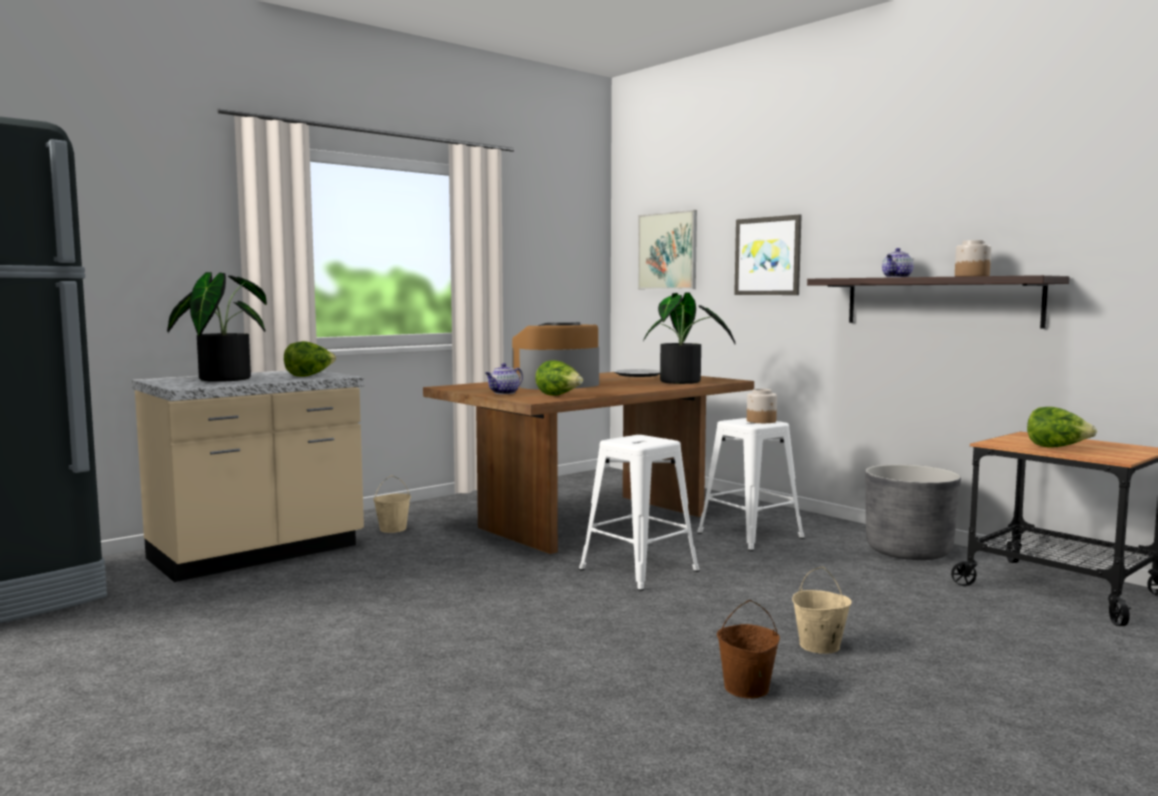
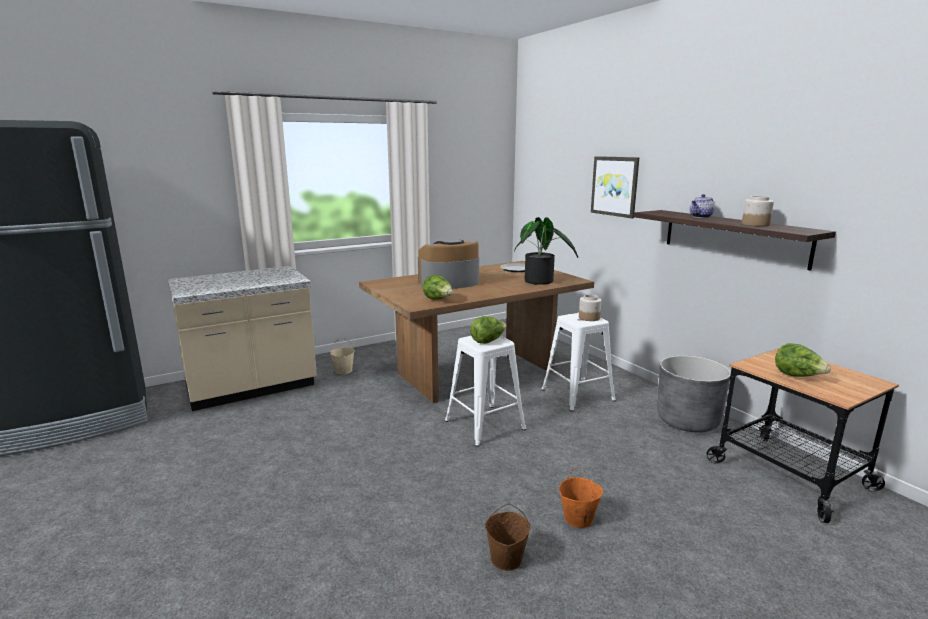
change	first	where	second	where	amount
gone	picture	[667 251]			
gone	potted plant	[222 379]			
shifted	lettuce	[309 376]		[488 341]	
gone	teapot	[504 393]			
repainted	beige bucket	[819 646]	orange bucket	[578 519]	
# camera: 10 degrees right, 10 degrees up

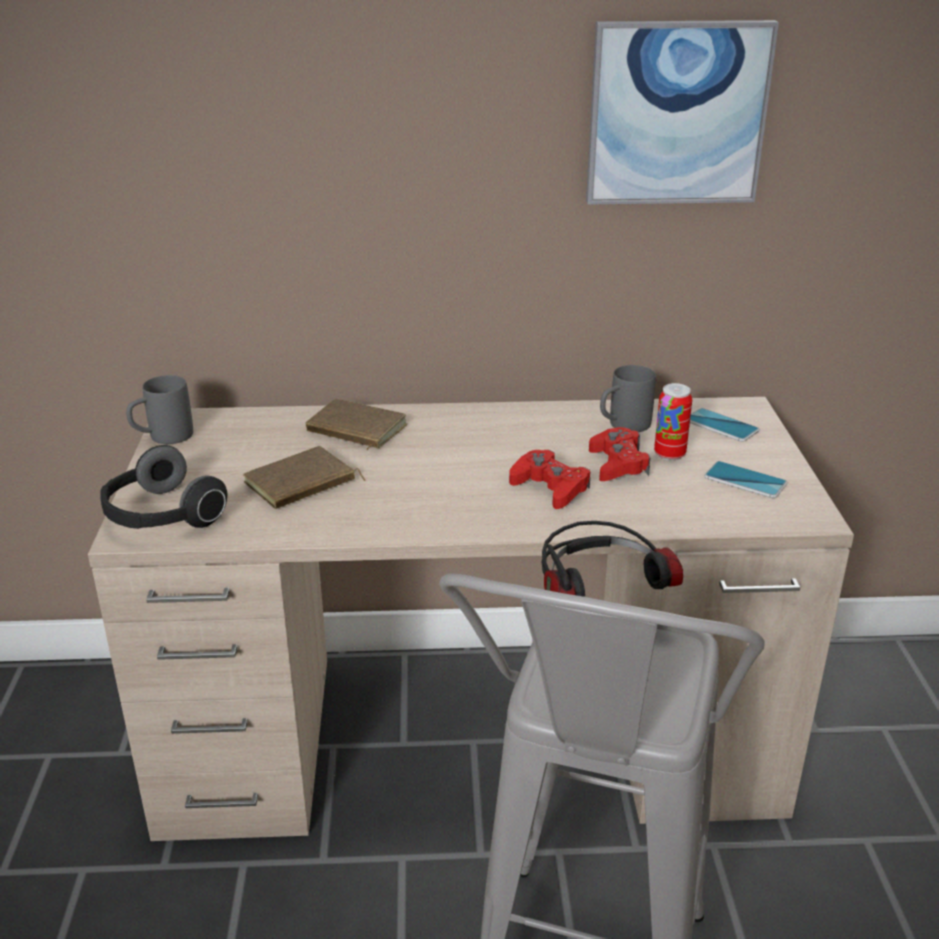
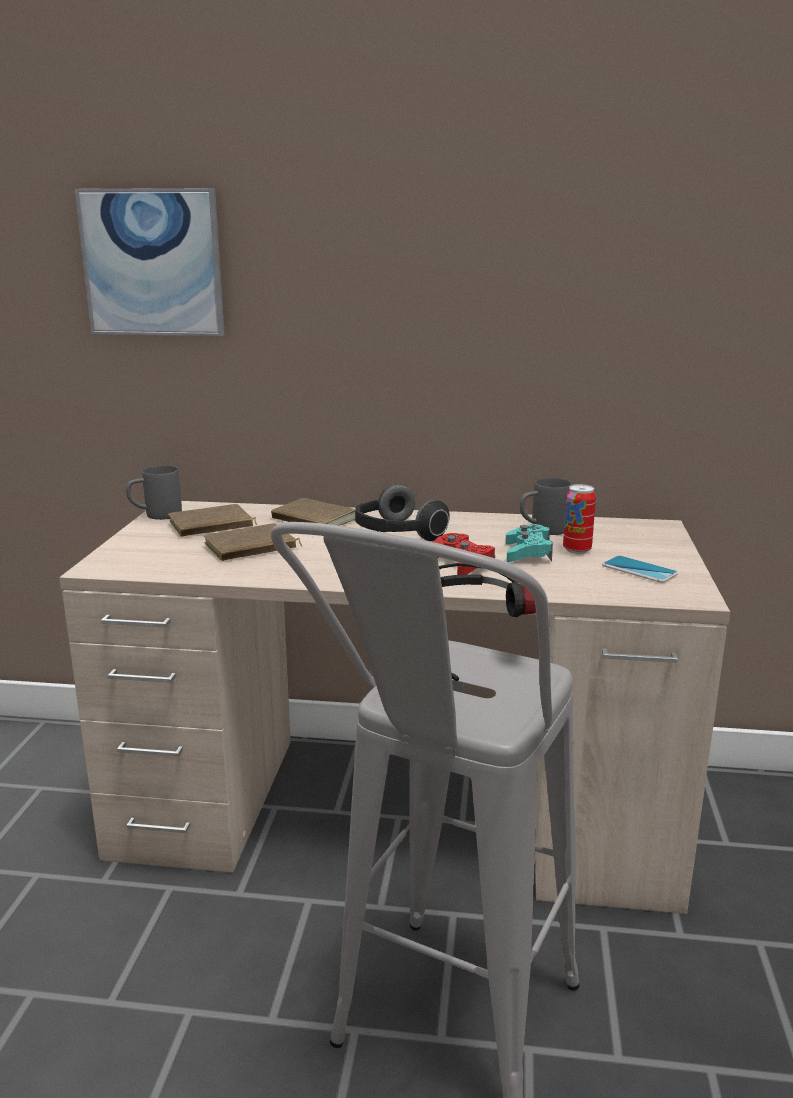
change	first	where	second	where	amount
shifted	picture	[677 114]		[153 263]	
gone	phone	[721 426]			
repainted	red game controller	[618 464]	turquoise game controller	[527 553]	
shifted	headphones	[161 517]		[396 534]	
new			brown book	[211 526]	
# camera: 10 degrees right, 10 degrees down

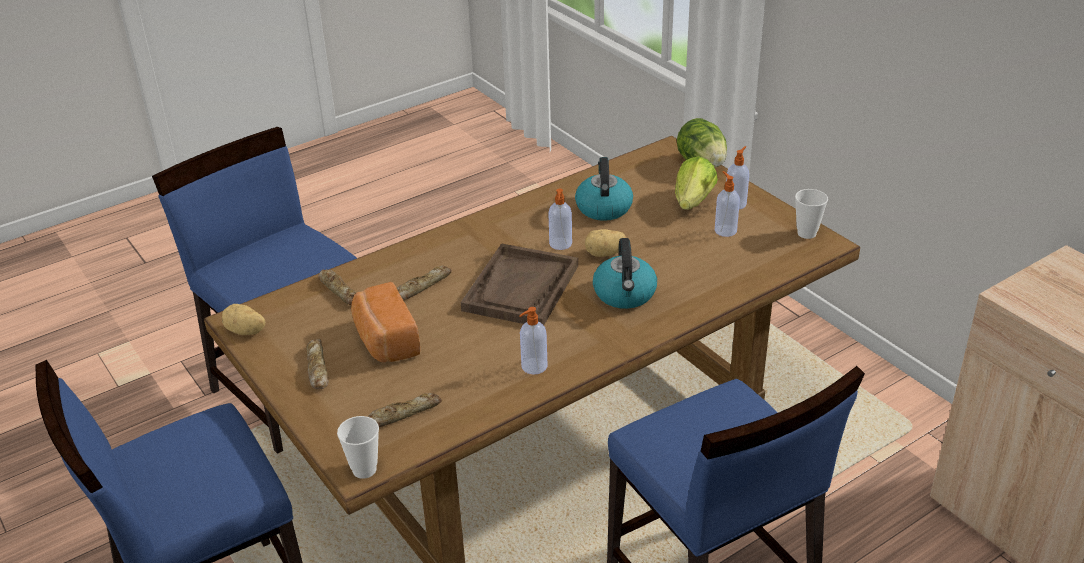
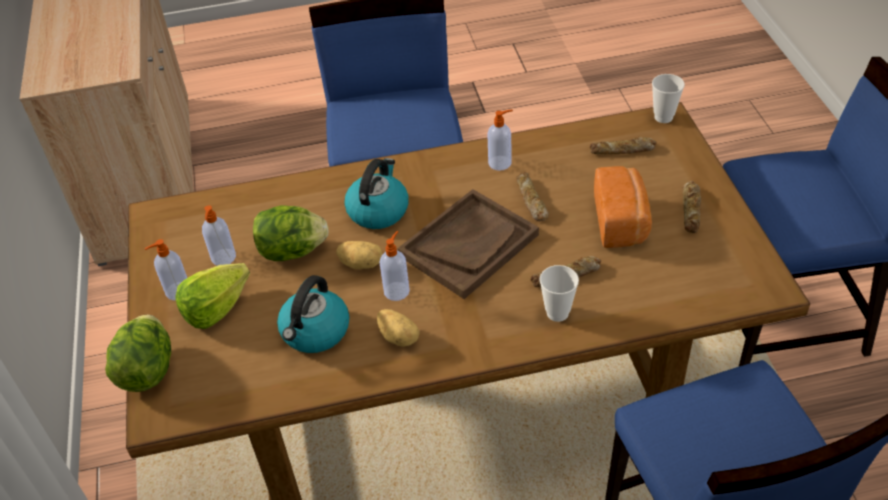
change	first	where	second	where	amount
shifted	cup	[806 233]		[557 313]	
shifted	bread	[340 291]		[530 200]	
shifted	potato	[245 332]		[399 337]	
new			lettuce	[292 251]	
# camera: 155 degrees left, 10 degrees up

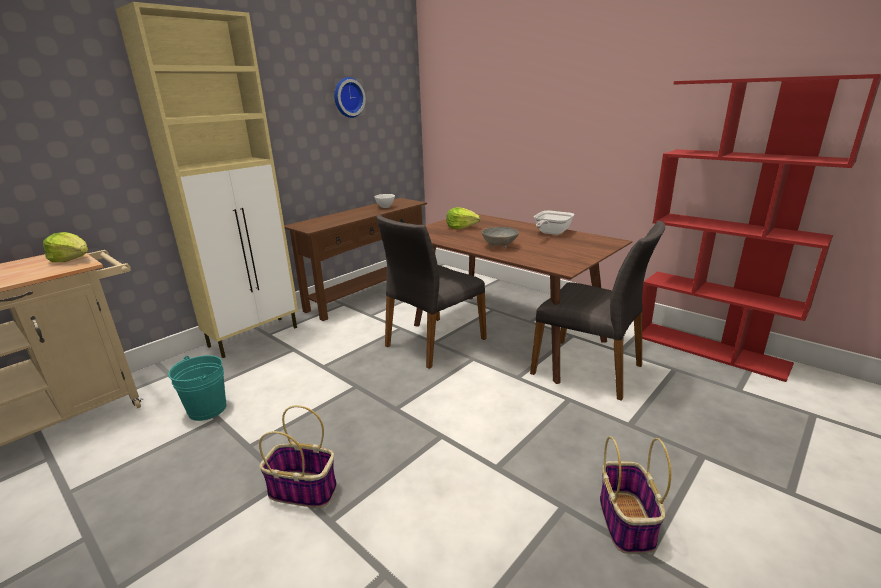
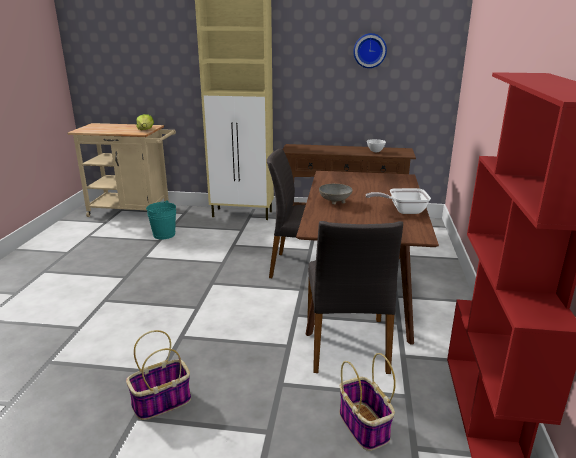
change	first	where	second	where	amount
gone	lettuce	[461 227]			
shifted	basket	[304 490]		[364 426]	
# camera: 55 degrees right, 0 degrees up

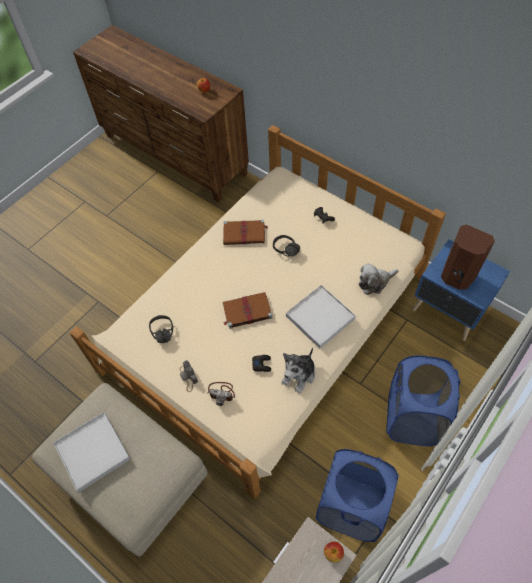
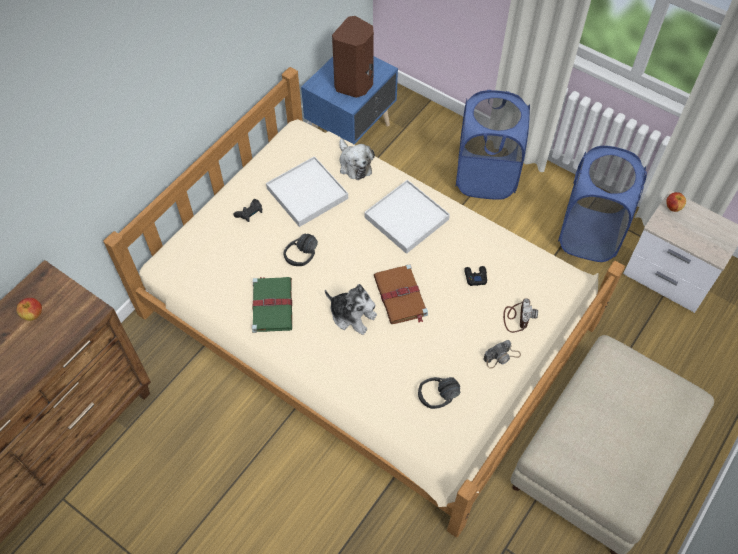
change	first	where	second	where	amount
repainted	brown book	[245 233]	green book	[272 304]	
shifted	plush toy	[299 375]		[352 315]	
shifted	white tray	[93 452]		[307 193]	
# camera: 95 degrees left, 0 degrees up

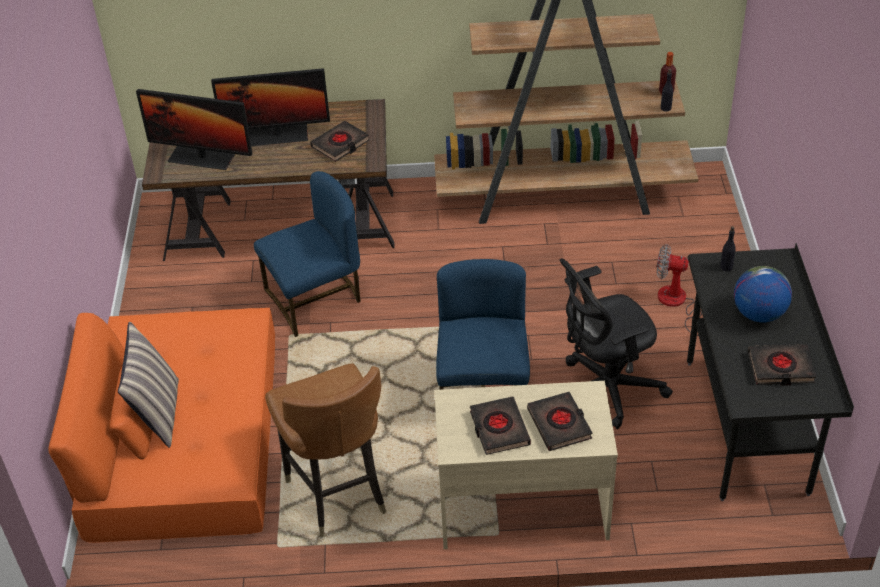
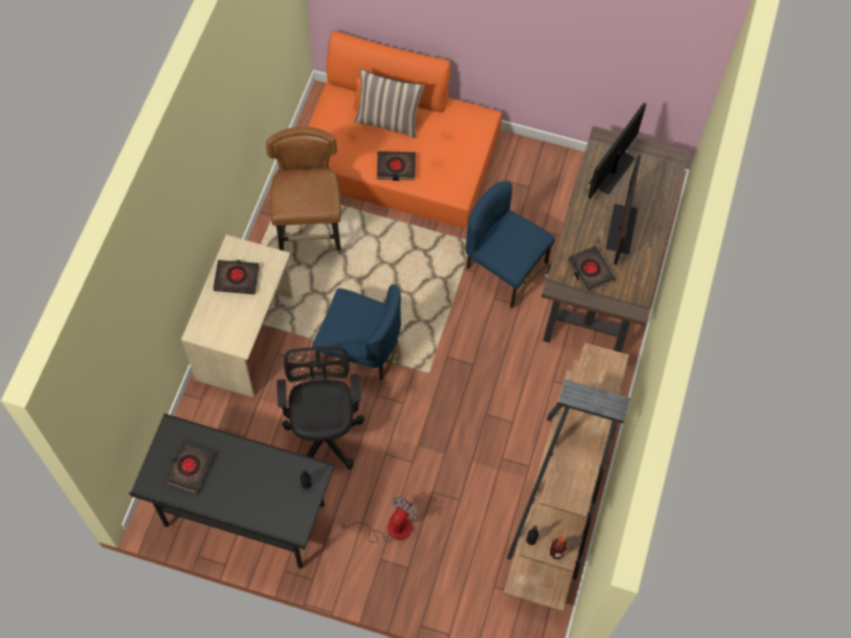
change	first	where	second	where	amount
rotated	blue chair	[315 299]		[504 268]	135 degrees clockwise
gone	globe	[758 314]			
rotated	brown chair	[337 493]		[310 233]	90 degrees clockwise
shifted	black book	[559 424]		[396 167]	
# camera: 105 degrees right, 20 degrees up

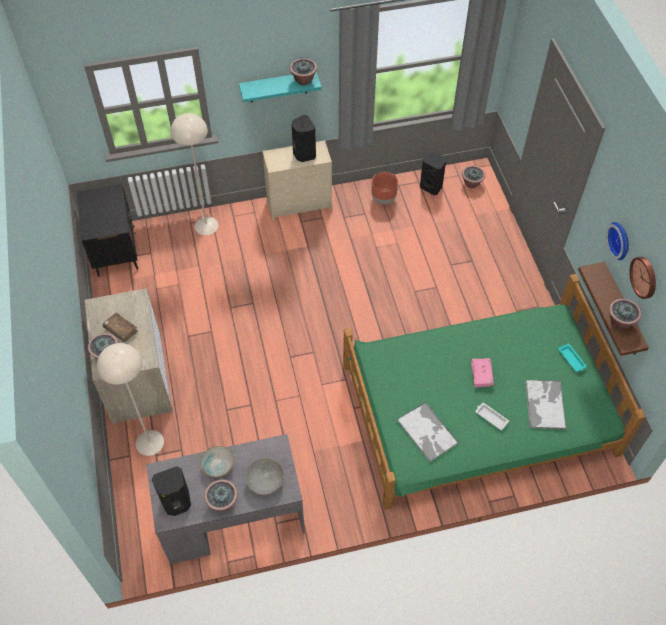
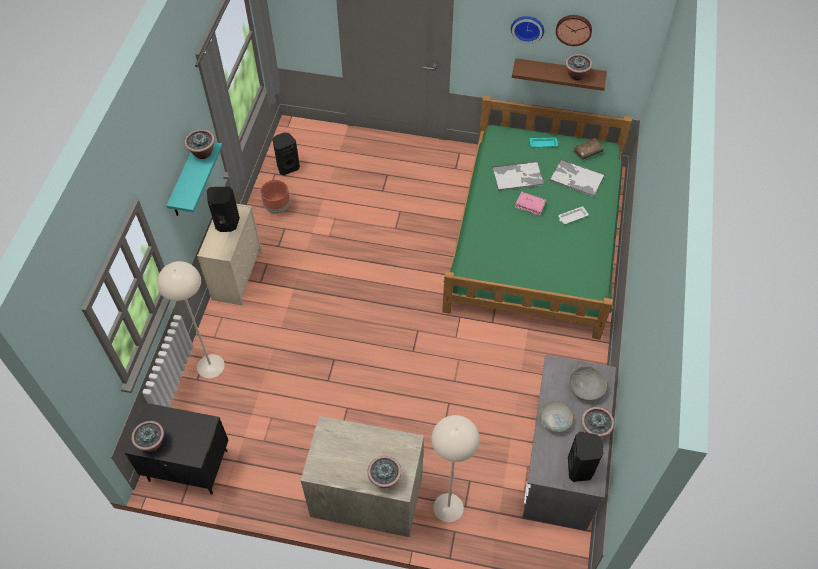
change	first	where	second	where	amount
shifted	potted plant	[471 183]		[152 443]	
shifted	brown book	[121 330]		[587 152]	
shifted	tray	[427 432]		[518 176]	
# camera: 65 degrees left, 0 degrees up

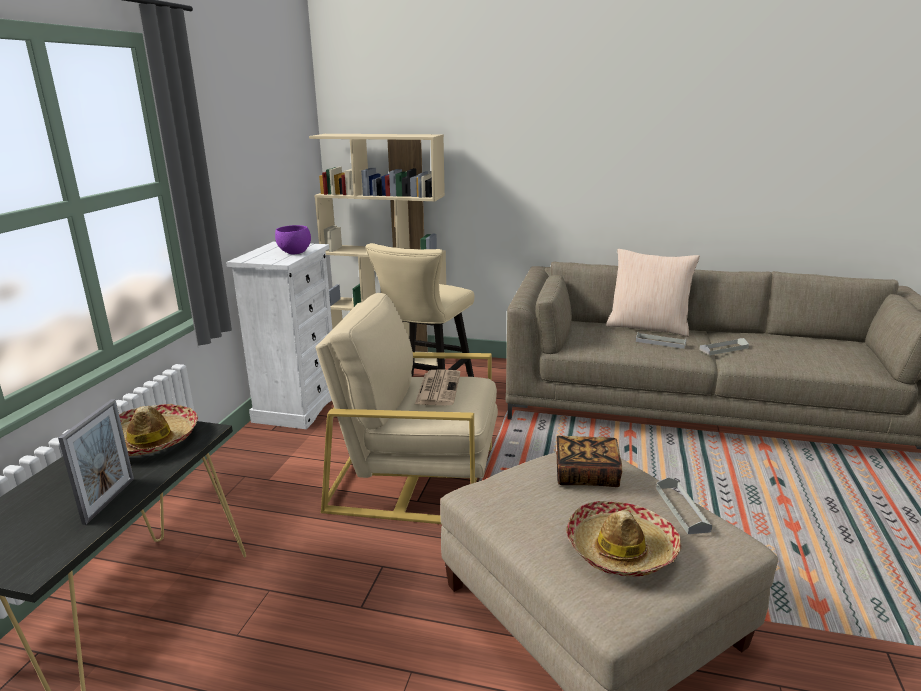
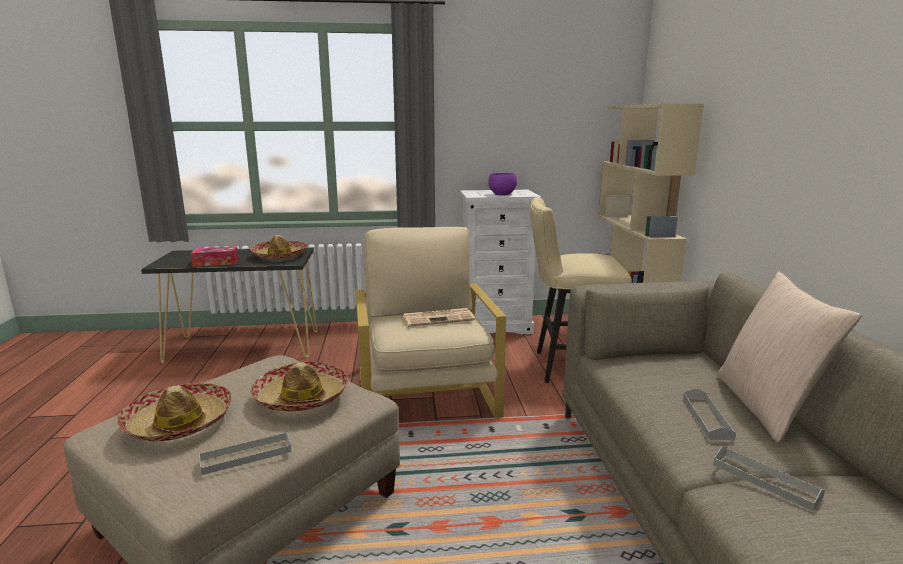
change	first	where	second	where	amount
swapped	picture frame	[109 500]	tissue box	[216 262]	
swapped	book	[586 475]	hat	[302 397]	
# camera: 70 degrees right, 5 degrees down

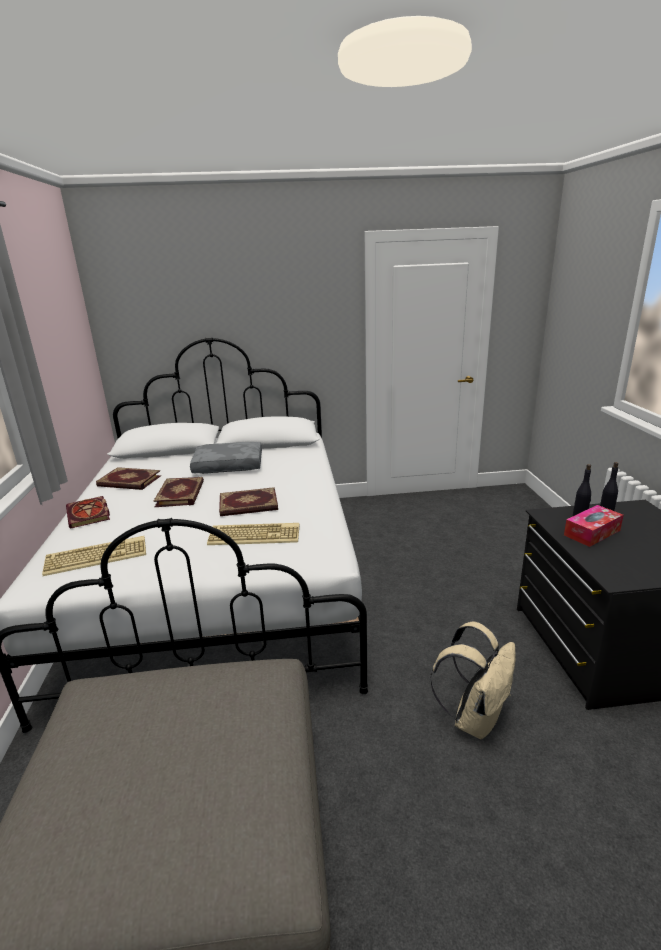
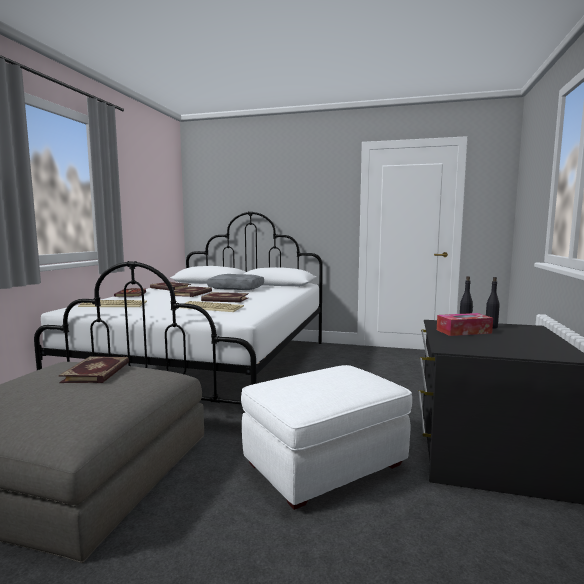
change	first	where	second	where	amount
swapped	beige backpack	[475 717]	white ottoman	[326 464]	
new			book	[97 372]	
# camera: 20 degrees right, 15 degrees down

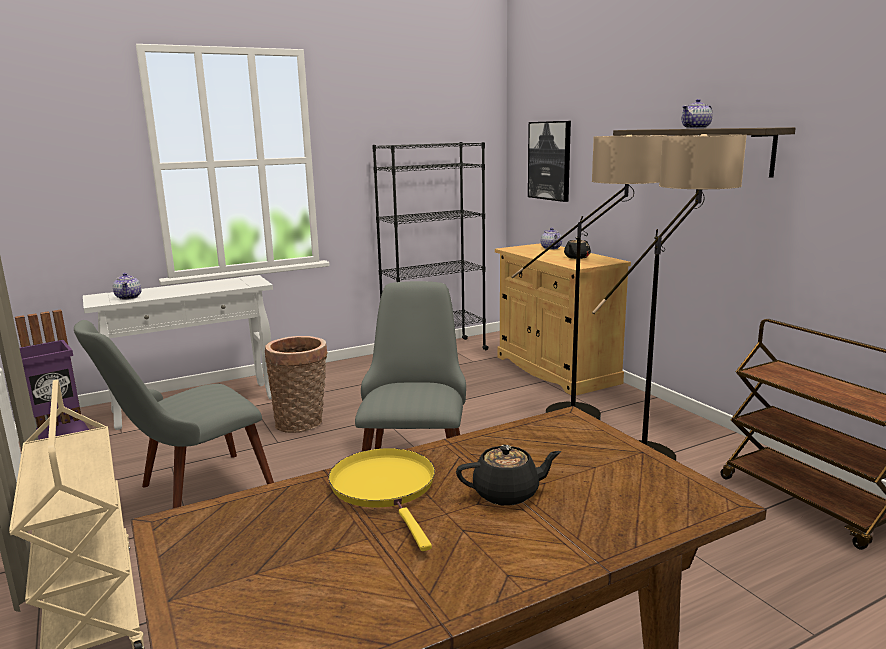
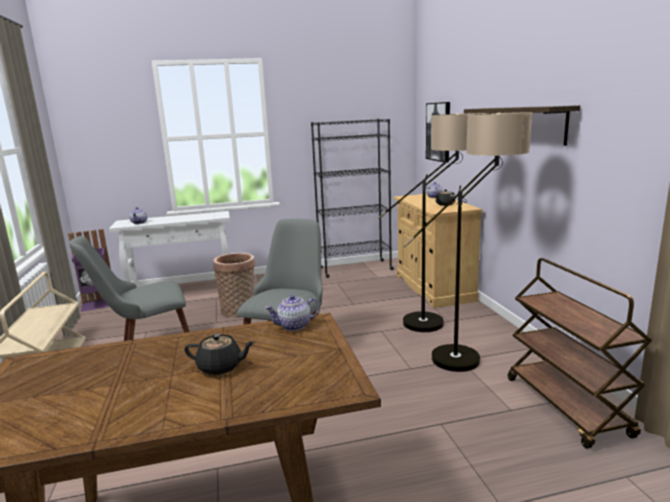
change	first	where	second	where	amount
shifted	teapot	[696 128]		[294 326]	
gone	yellow frying pan	[386 488]			
# camera: 15 degrees right, 0 degrees up

